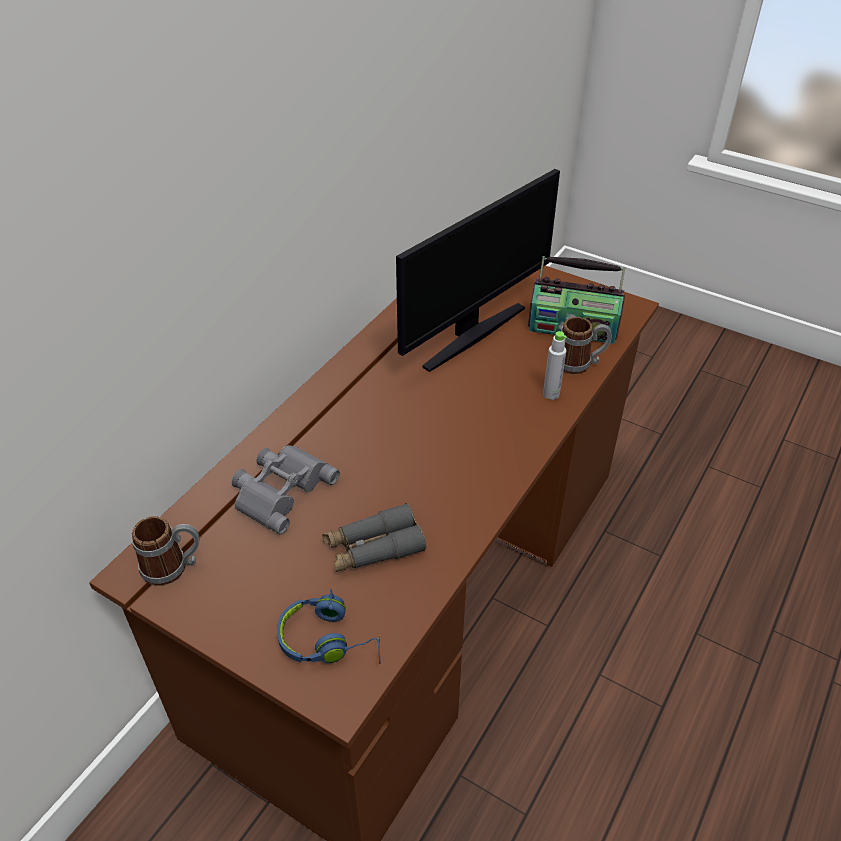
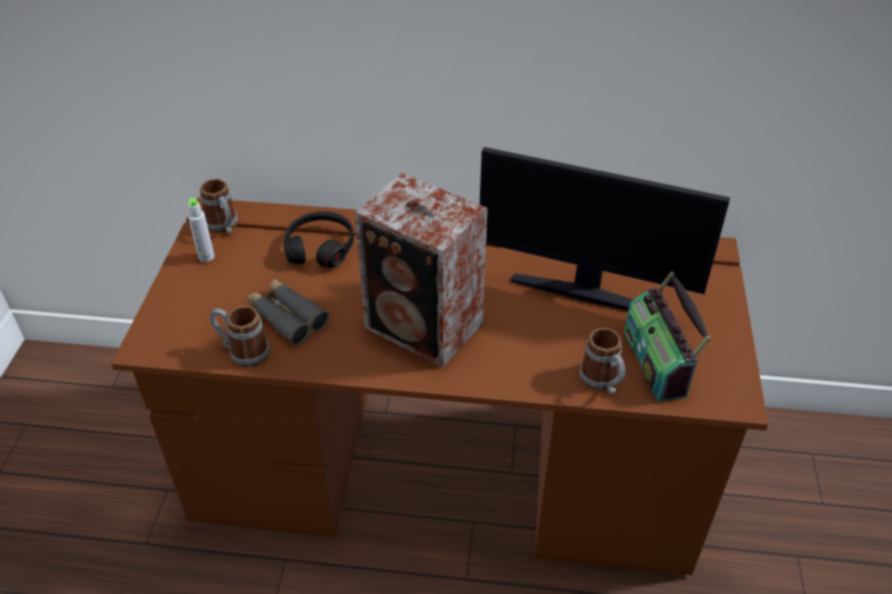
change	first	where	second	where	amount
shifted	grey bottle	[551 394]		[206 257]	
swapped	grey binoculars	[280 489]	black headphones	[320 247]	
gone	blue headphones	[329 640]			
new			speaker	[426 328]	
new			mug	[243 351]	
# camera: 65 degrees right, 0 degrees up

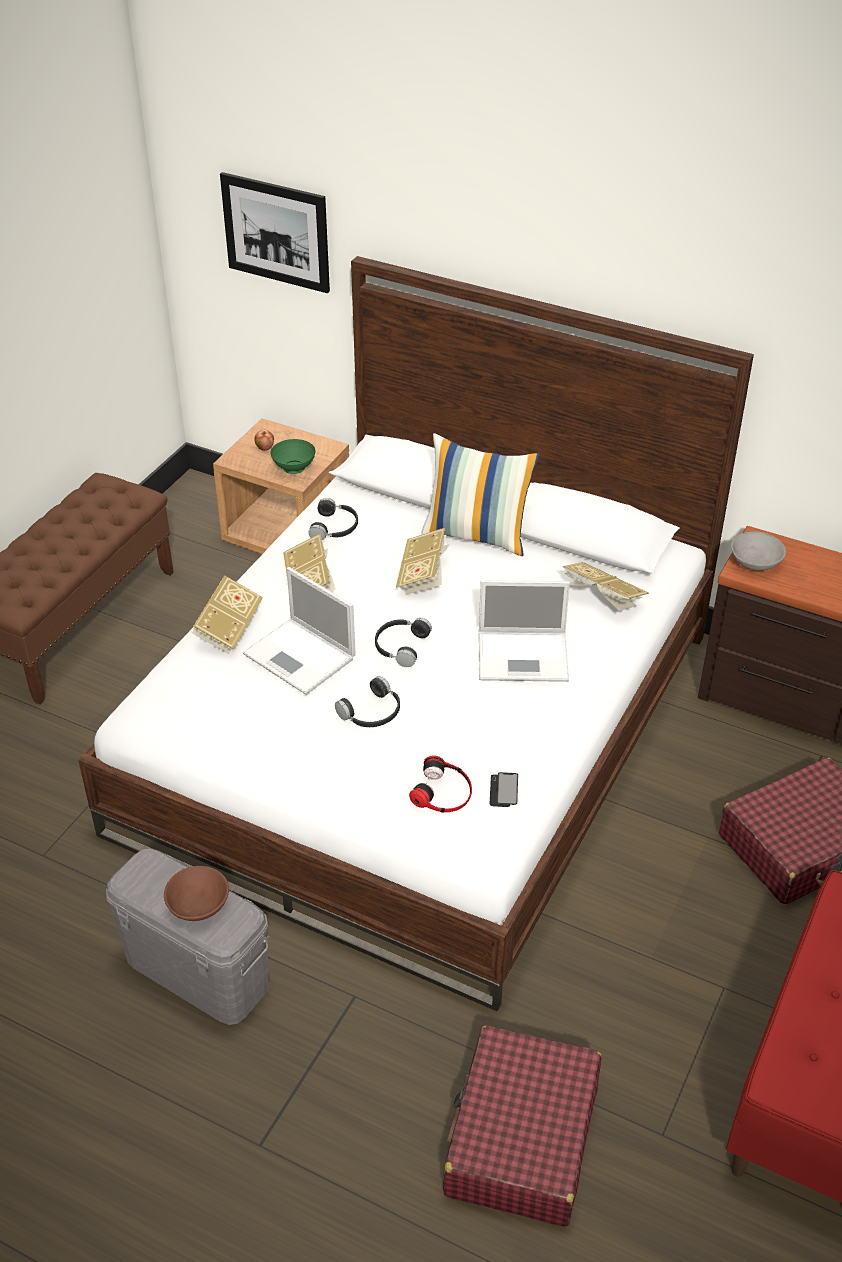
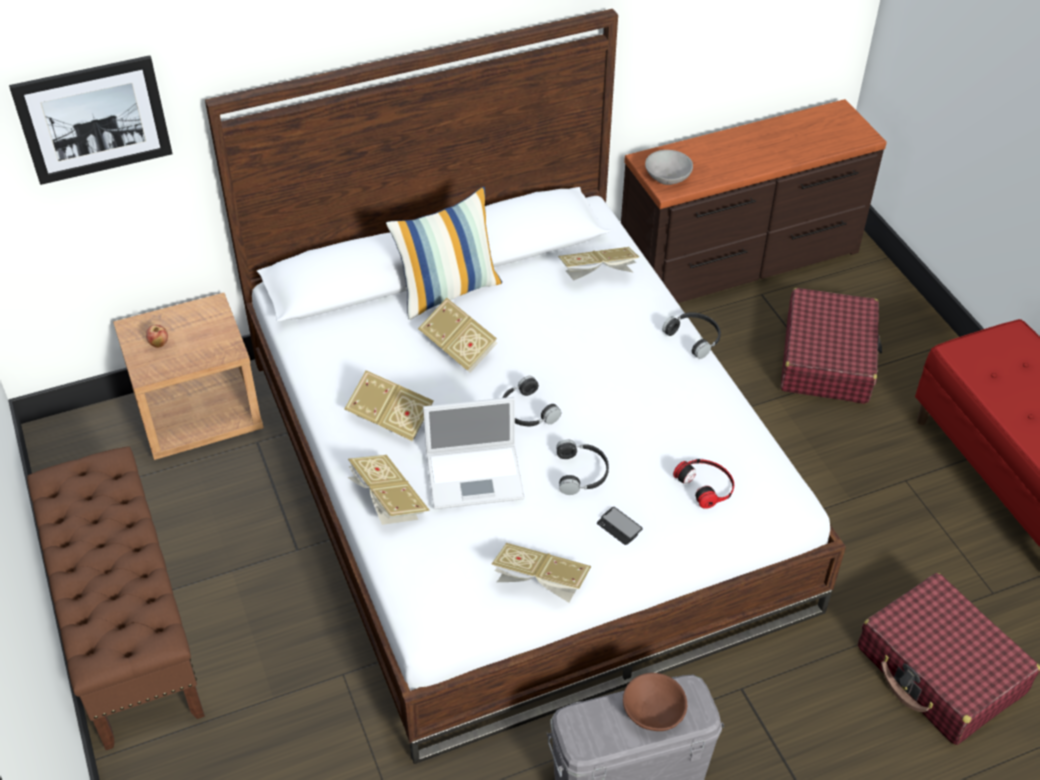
change	first	where	second	where	amount
gone	green bowl	[294 470]			
shifted	black headphones	[335 527]		[694 337]	
gone	laptop	[525 656]			
shifted	phone	[503 791]		[619 527]	
new			book	[540 584]	
# camera: 50 degrees left, 5 degrees up

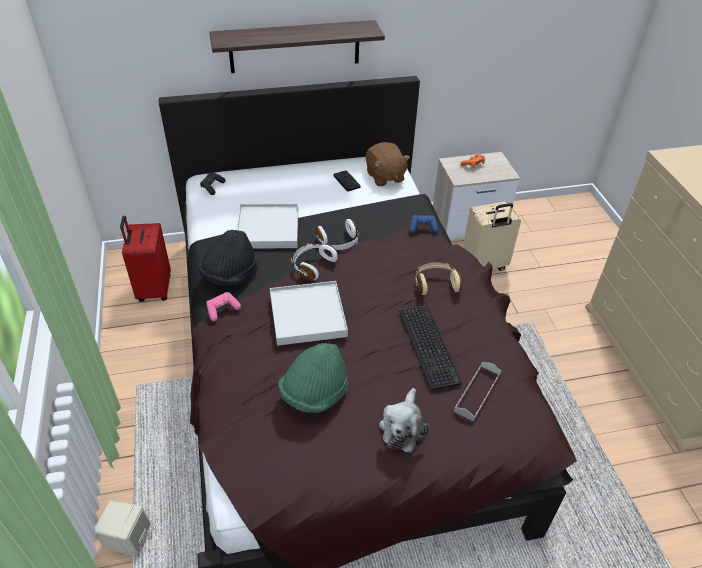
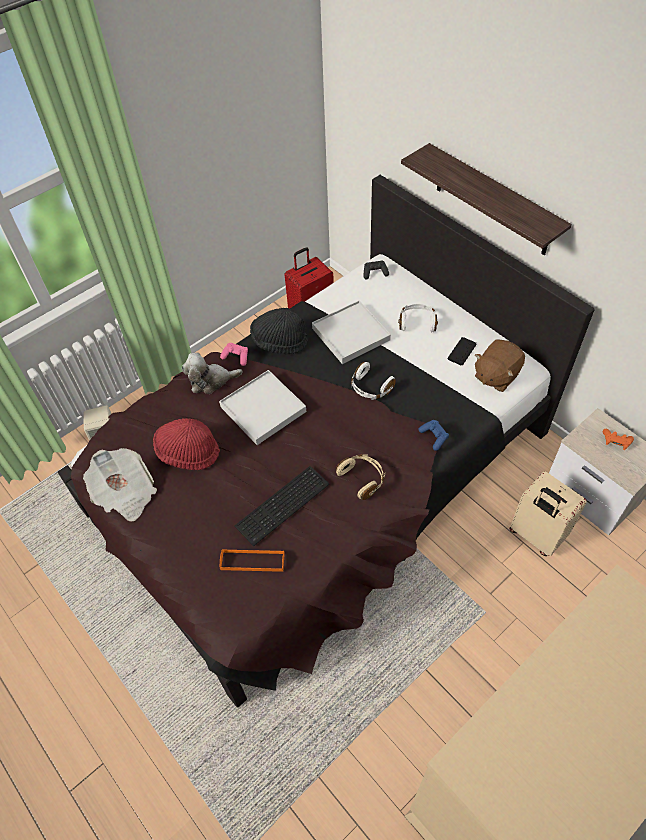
change	first	where	second	where	amount
shifted	white headphones	[312 265]		[417 322]	
repainted	green hat	[314 393]	red hat	[188 452]	
repainted	grey tray	[477 392]	orange tray	[252 561]	
shifted	plush toy	[403 427]		[211 381]	
new			newspaper	[125 493]	
# camera: 65 degrees right, 10 degrees up

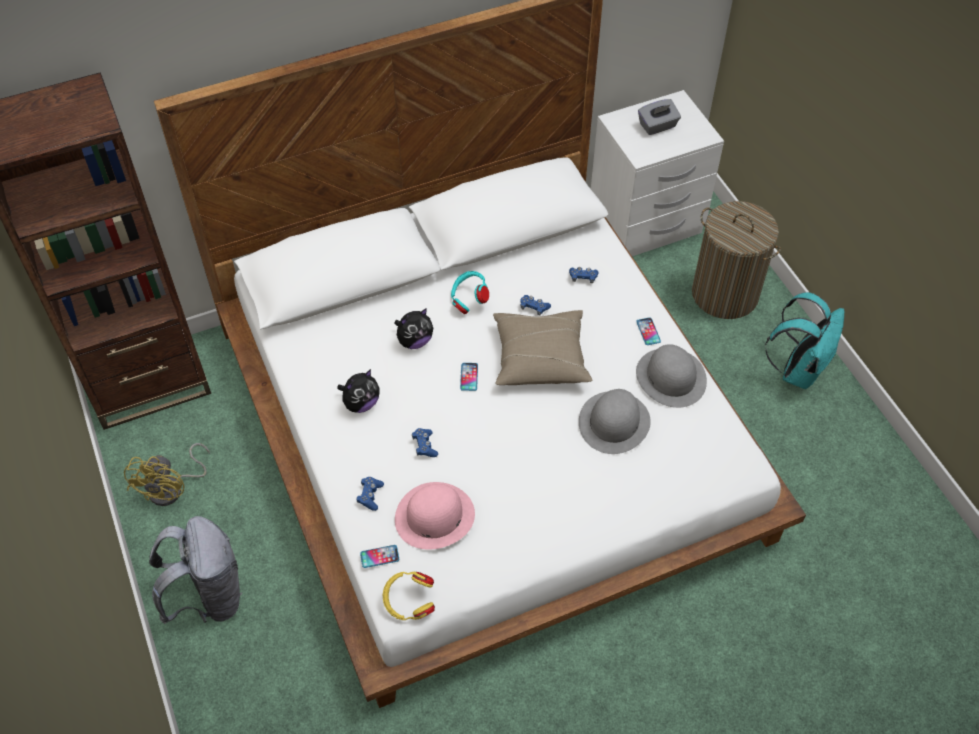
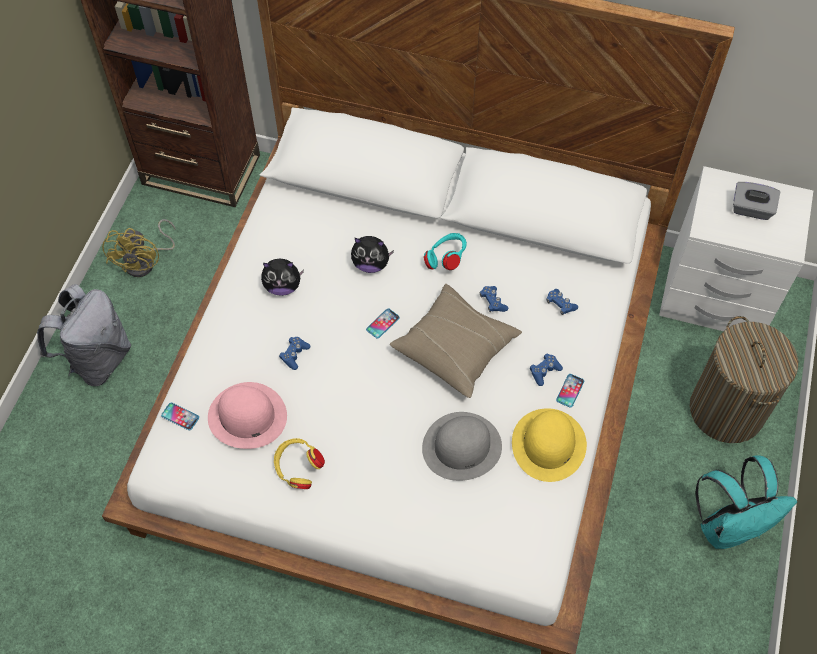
change	first	where	second	where	amount
repainted	grey hat	[671 377]	yellow hat	[548 444]	
rotated	yellow fan	[173 489]		[146 262]	45 degrees counterclockwise
shifted	blue game controller	[370 496]		[544 371]	
shifted	yellow headphones	[409 603]		[298 470]	
# camera: 40 degrees right, 5 degrees up

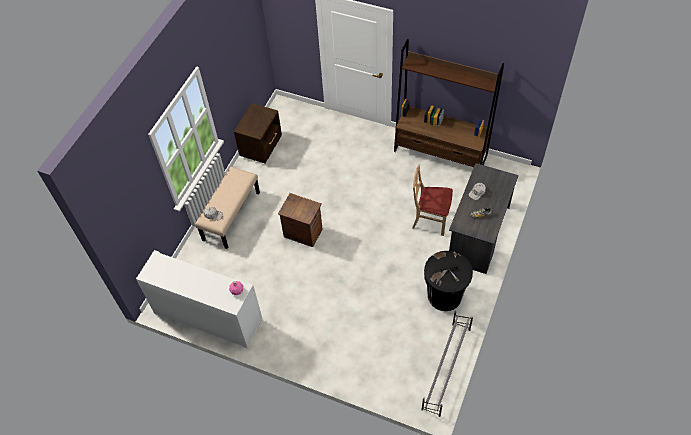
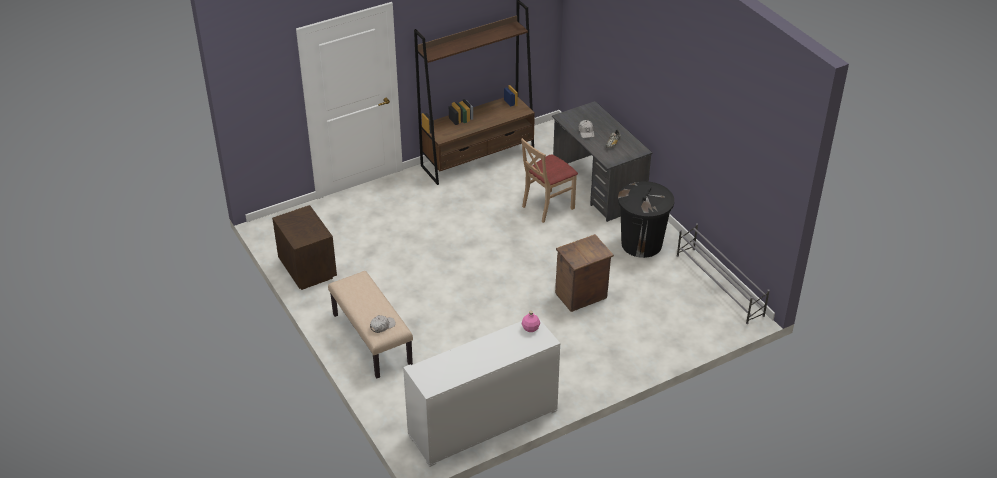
change	first	where	second	where	amount
shifted	crate	[303 233]		[581 296]	
# camera: 55 degrees left, 15 degrees down

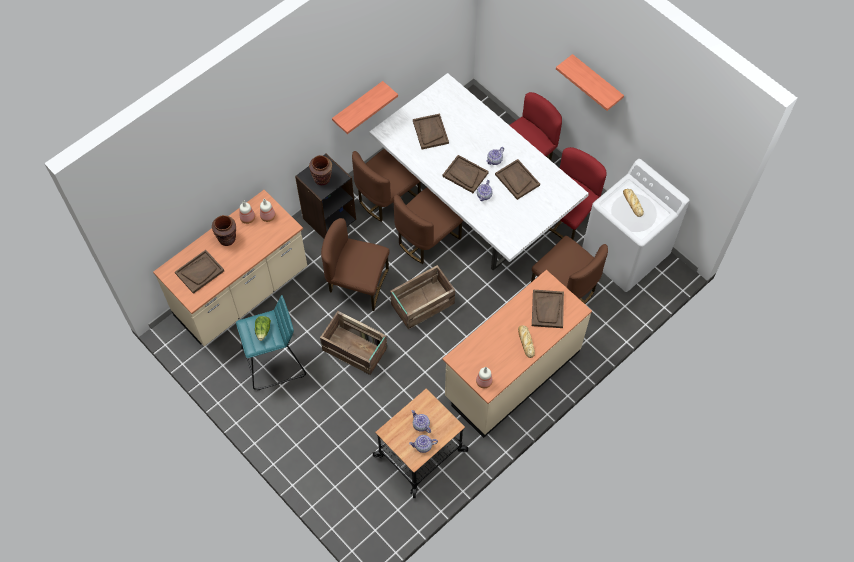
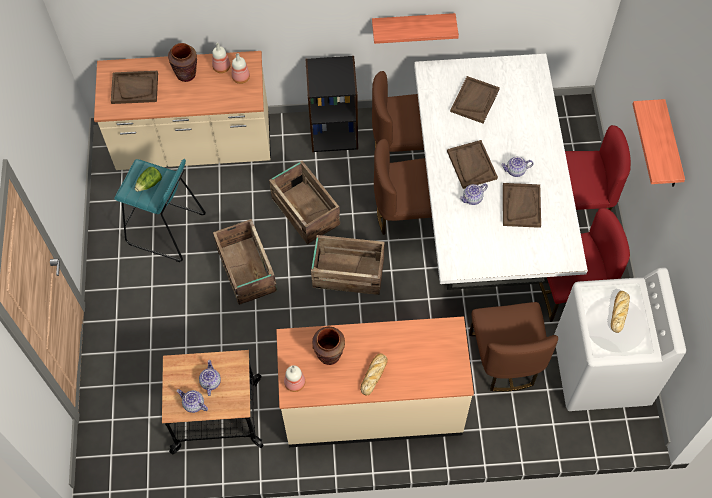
change	first	where	second	where	amount
shifted	brown vase	[322 179]		[329 355]	
swapped	brown chair	[357 283]	crate	[305 210]	
gone	brown tray	[547 309]			
# camera: 40 degrees right, 0 degrees up

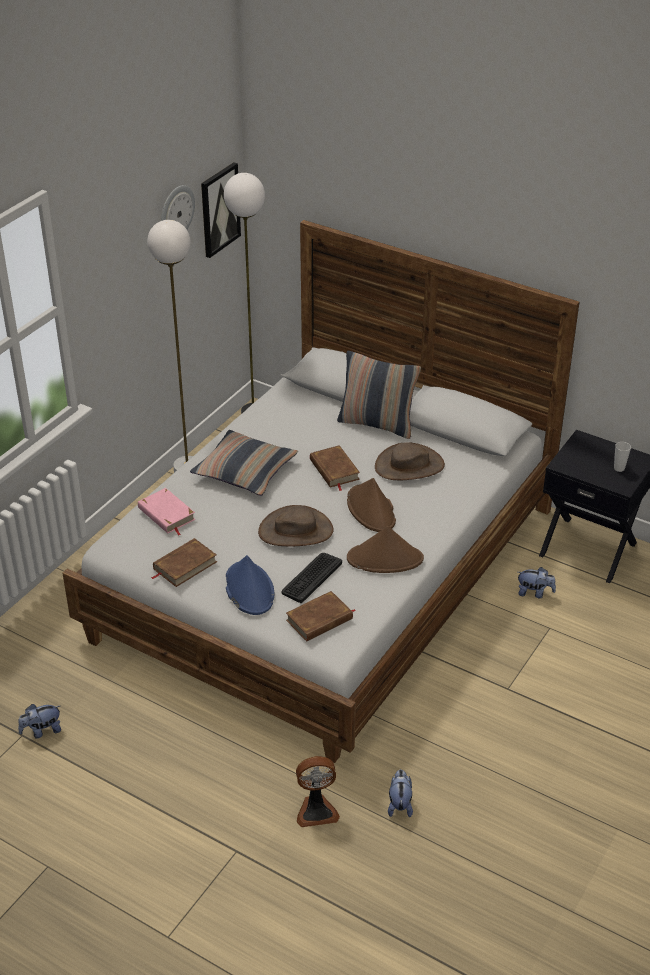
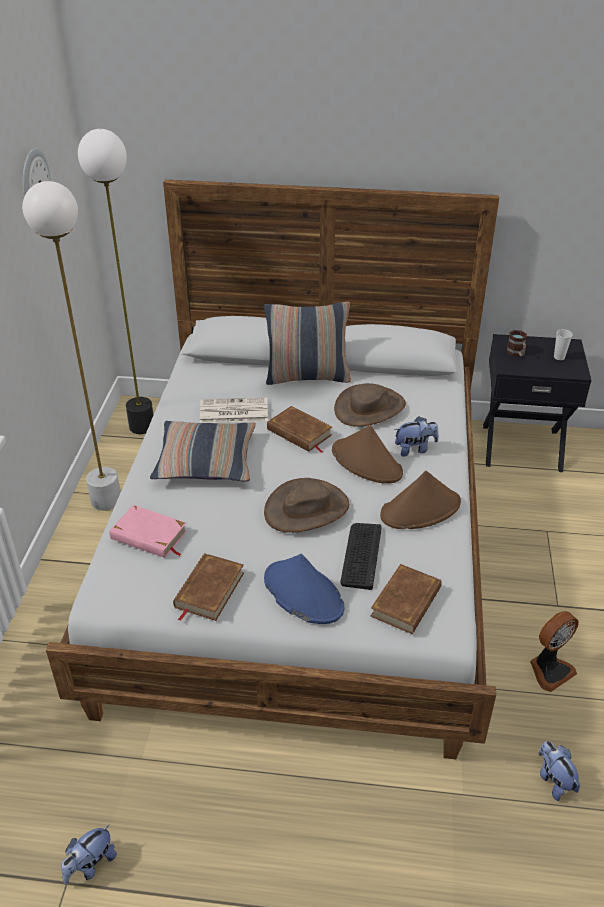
change	first	where	second	where	amount
gone	picture	[219 209]			
shifted	plush toy	[534 593]		[415 449]	
shifted	fan	[316 810]		[549 670]	
new			mug	[516 353]	
new			newspaper	[233 411]	
# camera: 25 degrees left, 0 degrees up

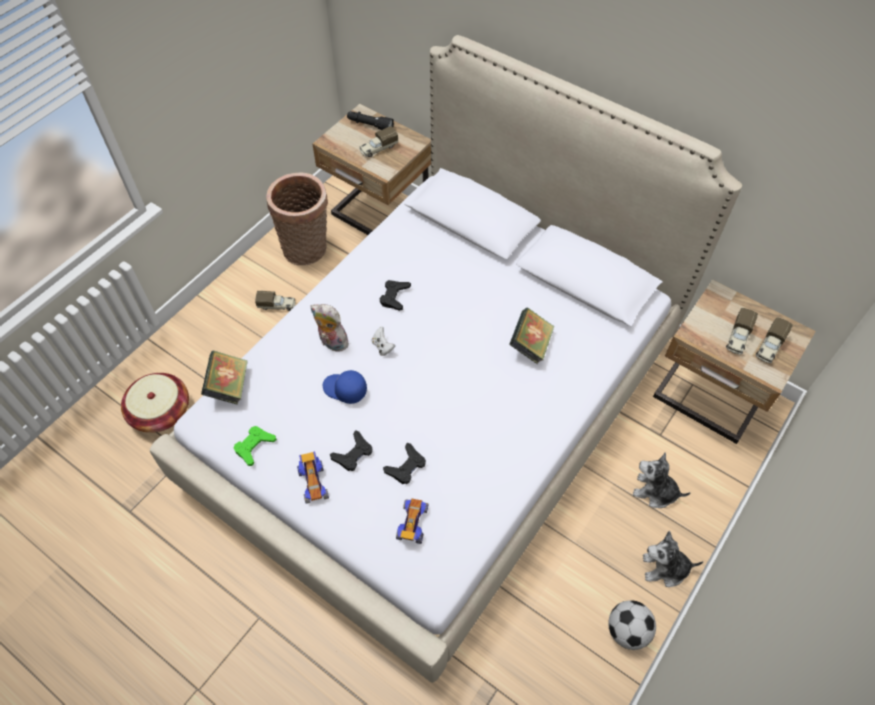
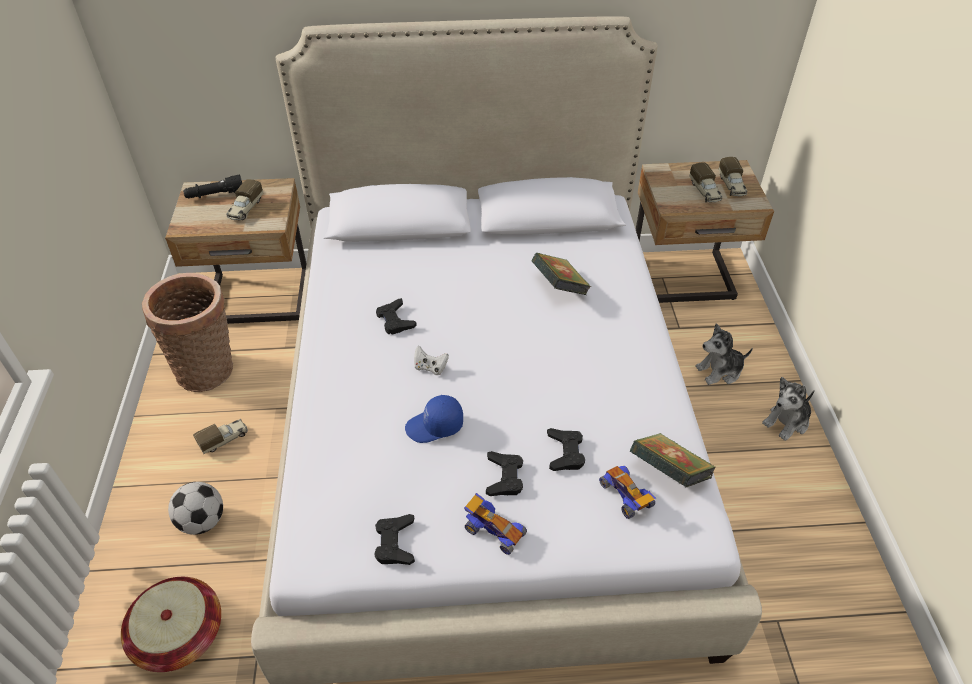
change	first	where	second	where	amount
gone	plush toy	[331 343]			
shifted	book	[229 386]		[668 472]	
repainted	green game controller	[254 446]	black game controller	[395 543]	
shifted	football	[627 631]		[203 521]	
# camera: 40 degrees left, 10 degrees down

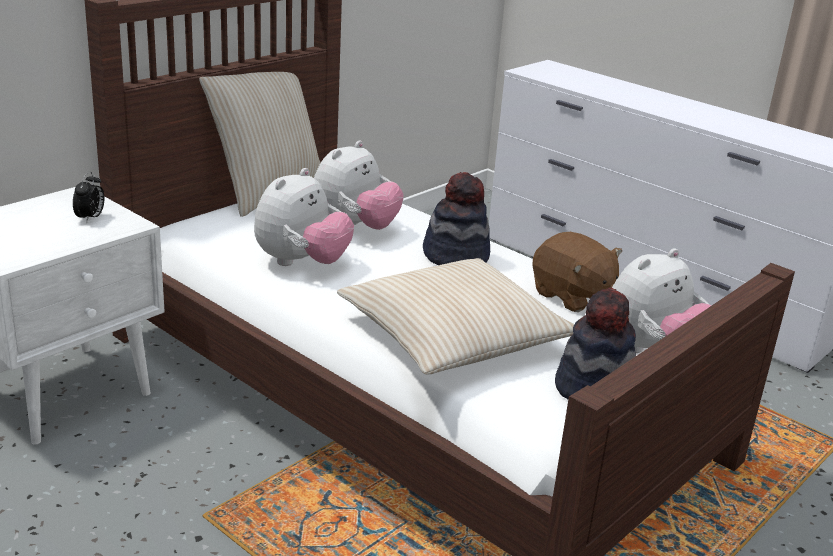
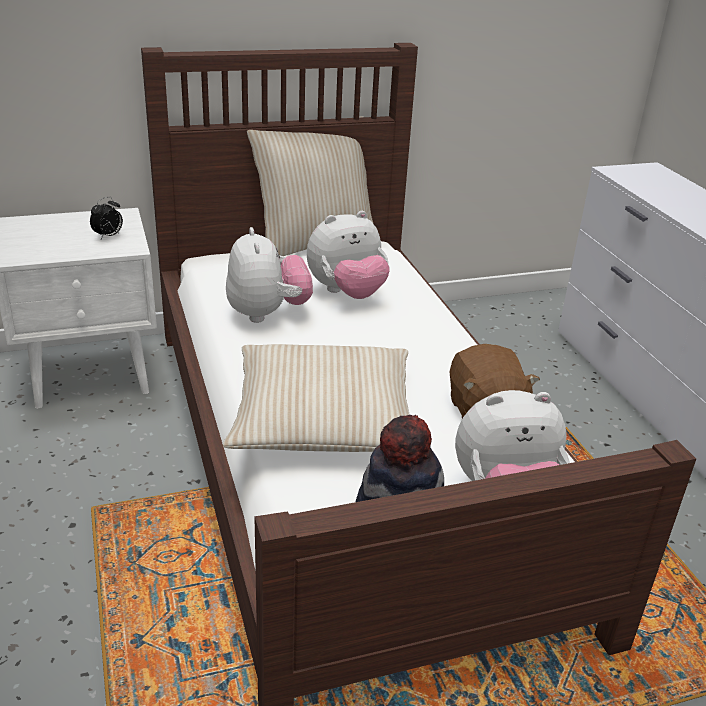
change	first	where	second	where	amount
rotated	plush toy	[302 263]		[267 313]	75 degrees counterclockwise
gone	hat	[456 256]			
# camera: 30 degrees right, 5 degrees up

